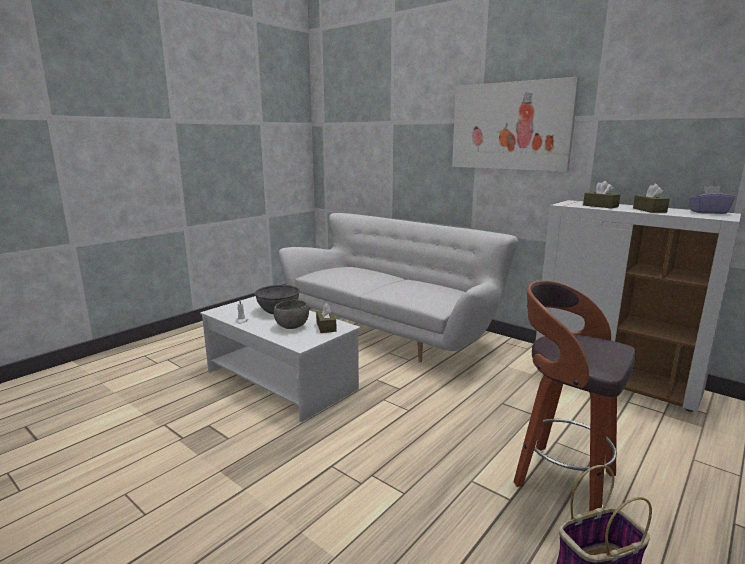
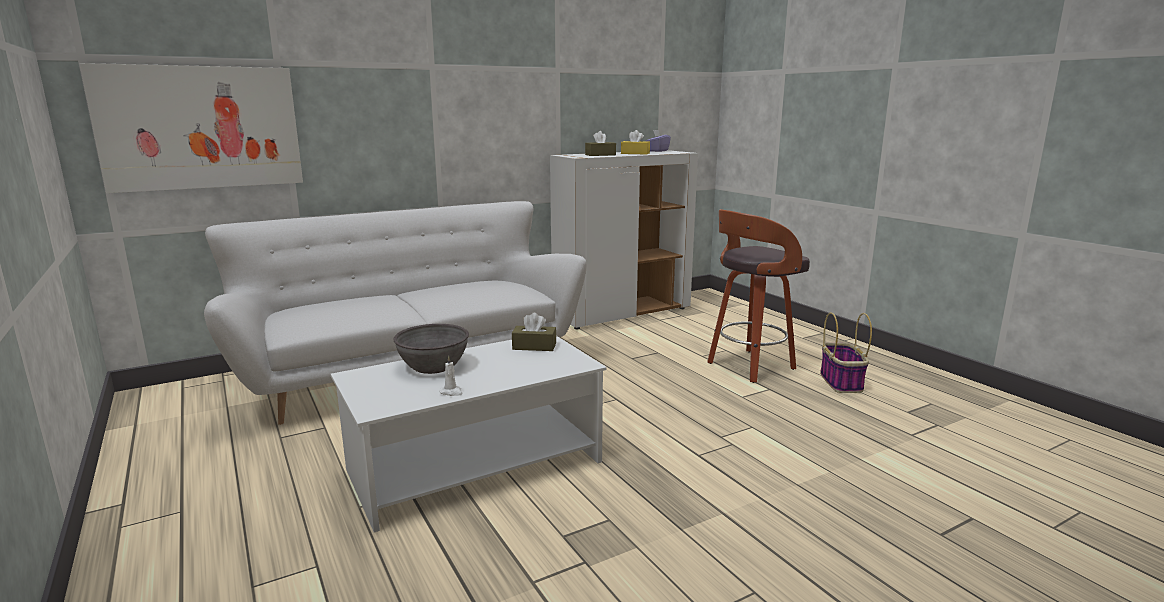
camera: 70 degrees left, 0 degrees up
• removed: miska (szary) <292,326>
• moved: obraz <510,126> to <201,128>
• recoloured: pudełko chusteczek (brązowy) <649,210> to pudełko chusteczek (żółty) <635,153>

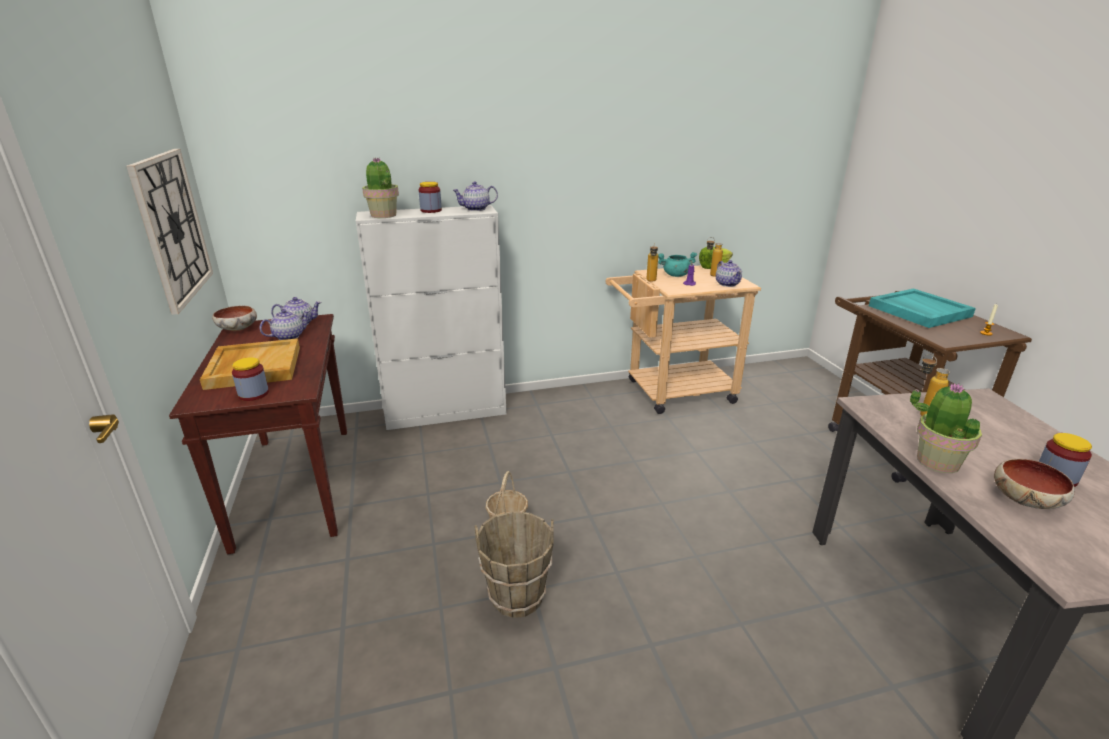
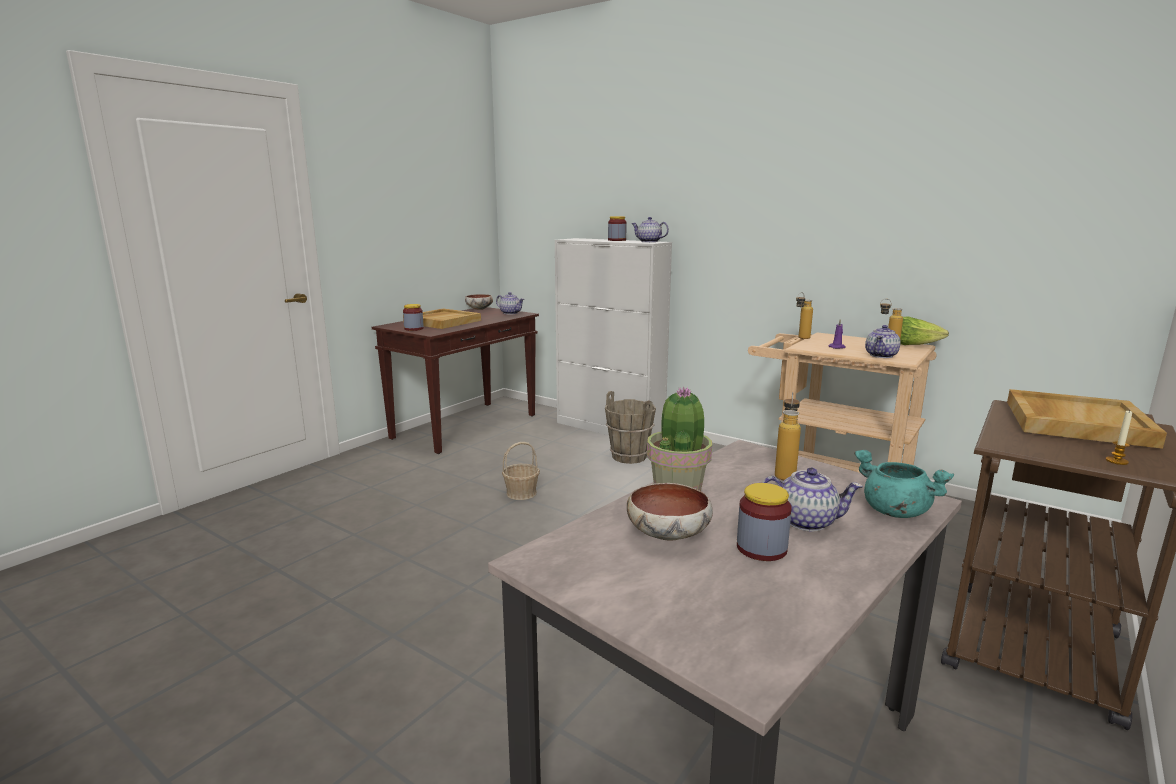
camera: 50 degrees right, 10 degrees down
• removed: zegar ścienny <172,227>
• moved: imbryk <289,336> to <806,521>
• removed: roślina doniczkowa <383,215>
• moved: wiadro (brązowy) <517,596> to <629,456>
• moved: garnek (turkusowy) <675,275> to <893,511>
• recoloured: taca (turkusowy) <918,311> to taca (beżowy) <1075,422>

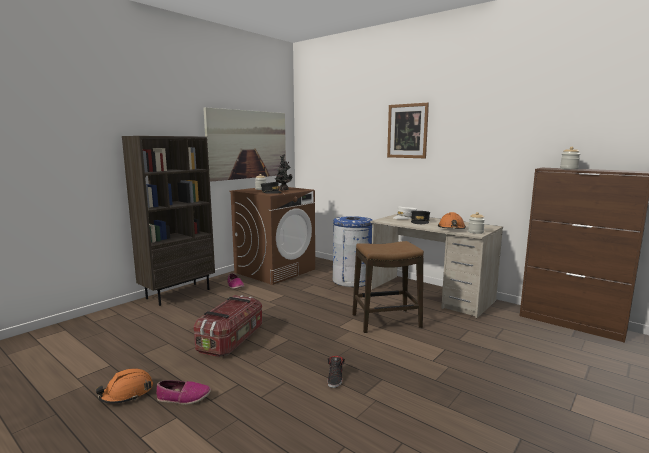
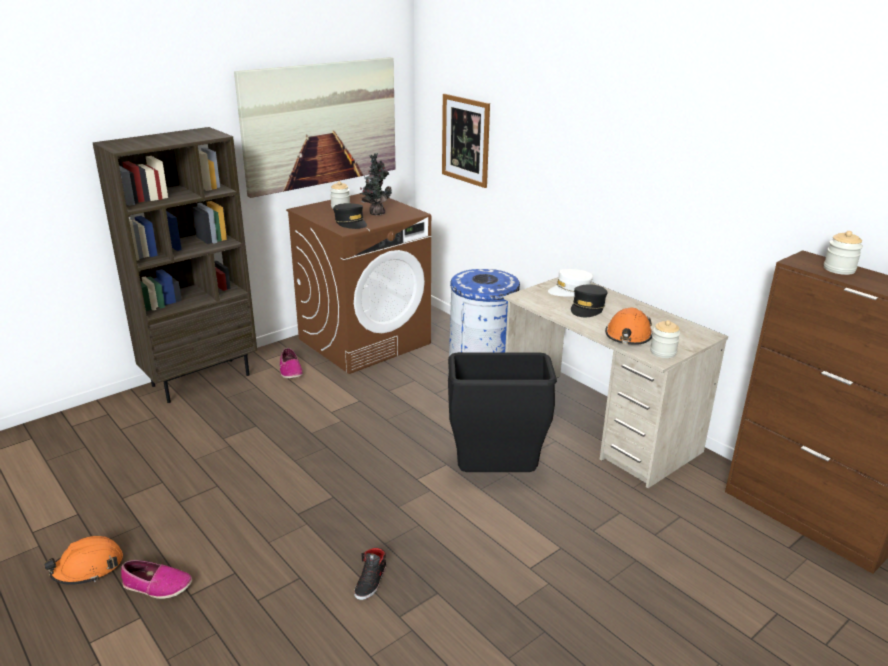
camera: 10 degrees right, 15 degrees up
• removed: pojemnik do przechowywania <232,340>
• replaced: stołek <386,321> to kosz na śmieci (czarny) <495,477>
• moved: obraz <407,131> to <465,140>

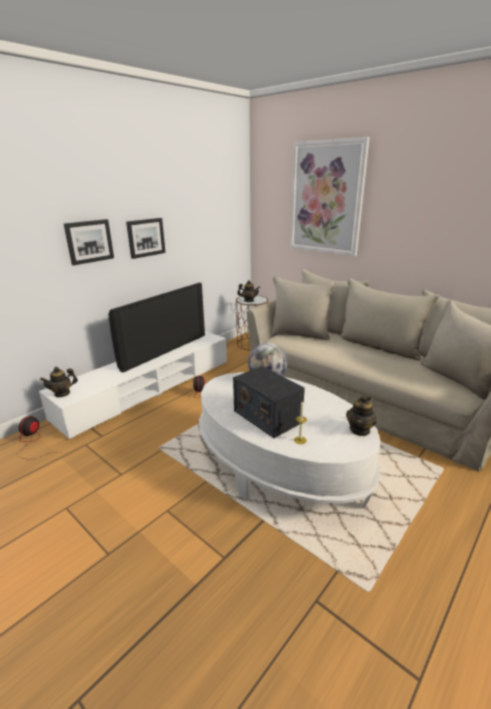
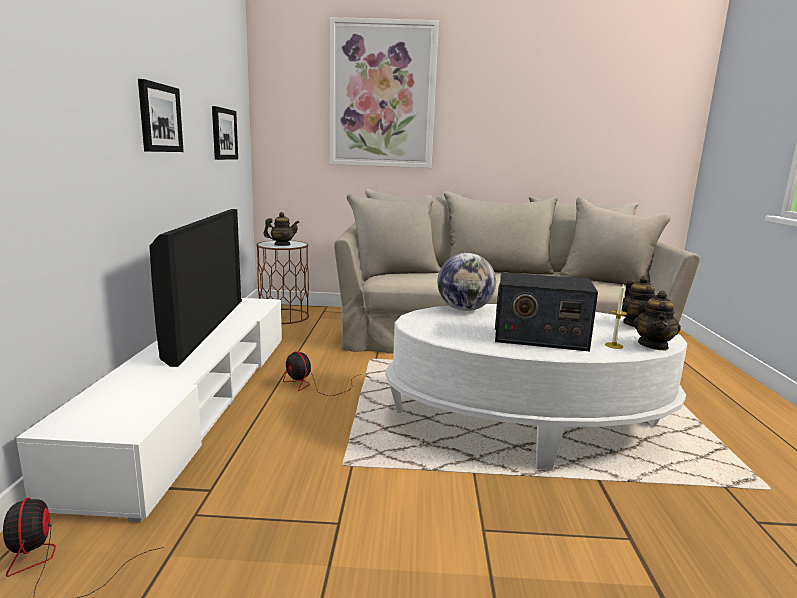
camera: 40 degrees left, 10 degrees down
• moved: imbryk <62,393> to <653,345>
• moved: obraz <89,241> to <223,134>

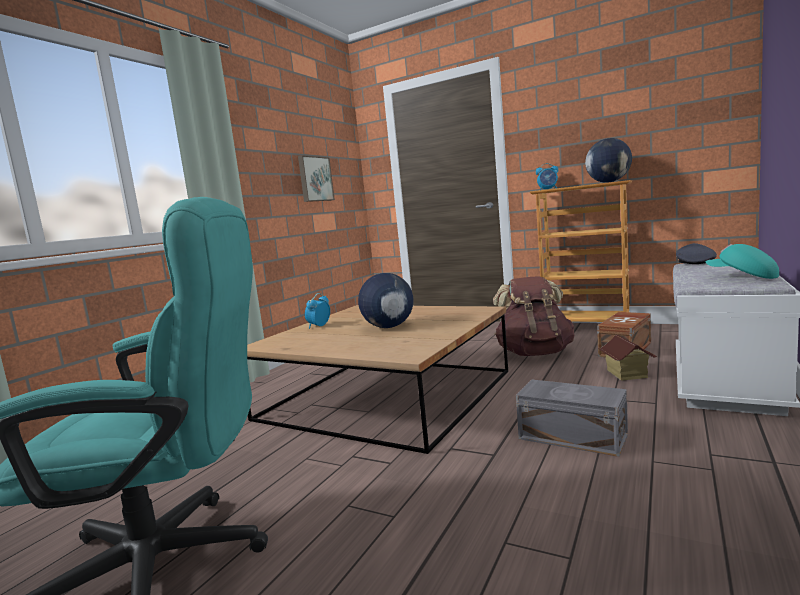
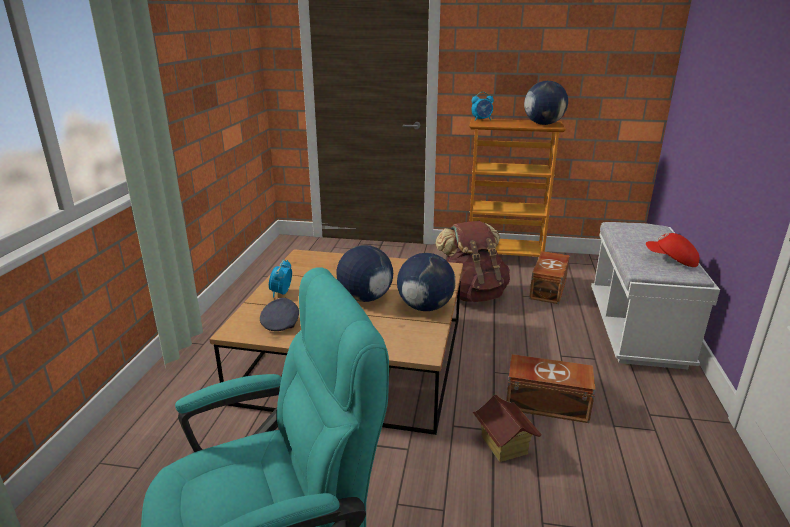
camera: 20 degrees left, 15 degrees up
• removed: obraz <314,179>
• recoloured: pojemnik do przechowywania (szary) <571,436> to pojemnik do przechowywania (brązowy) <545,402>
• moved: domek <626,374> to <503,445>
• moved: czapka z daszkiem (szary) <695,263> to <280,323>
• recoloured: czapka z daszkiem (turkusowy) <742,277> to czapka z daszkiem (czerwony) <671,260>
• added: globus <425,307>

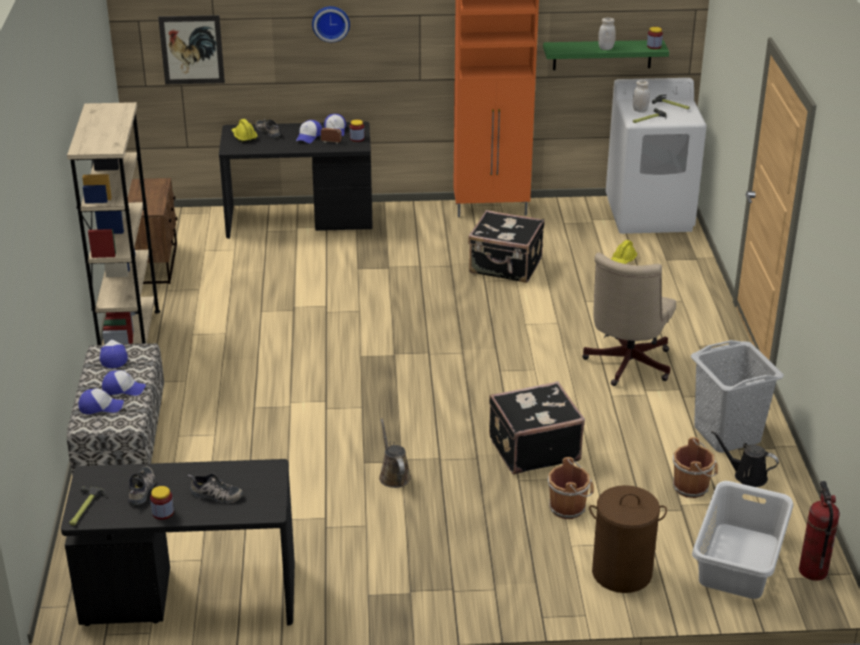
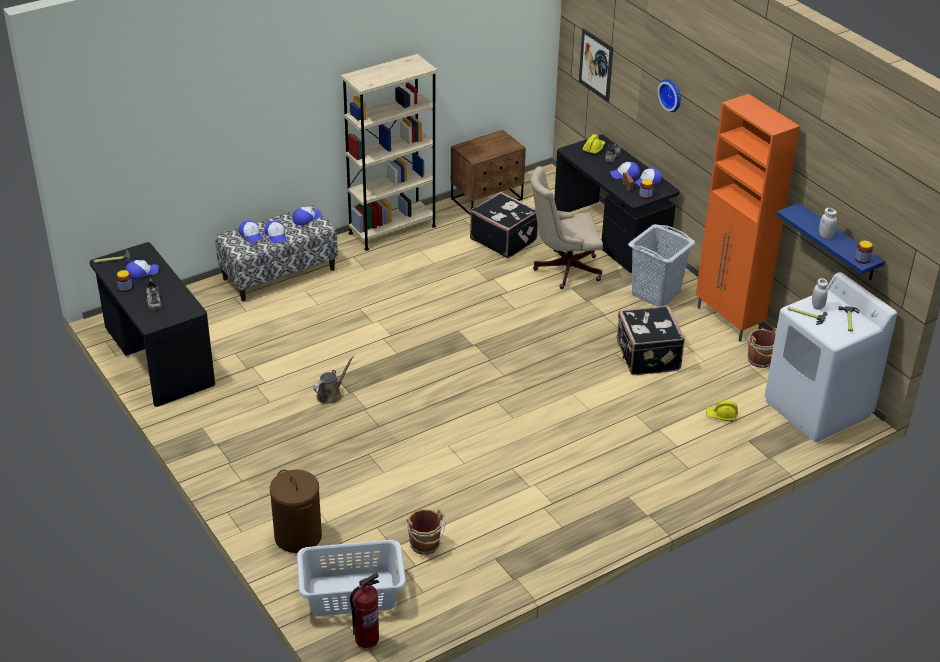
camera: 60 degrees right, 5 degrees up
• replaced: but <142,490> to czapka z daszkiem <141,272>
• moved: walizka (czarny) <533,448> to <504,239>
• recoloured: półka (zielony) <602,55> to półka (niebieski) <838,243>
• moved: wiadro (brązowy) <569,507> to <761,360>
• moved: krzesło biurowe (beżowy) <625,366> to <563,269>
• moved: kosz na pranie (szary) <727,434> to <656,293>
• removed: konewka (czarny) <747,476>

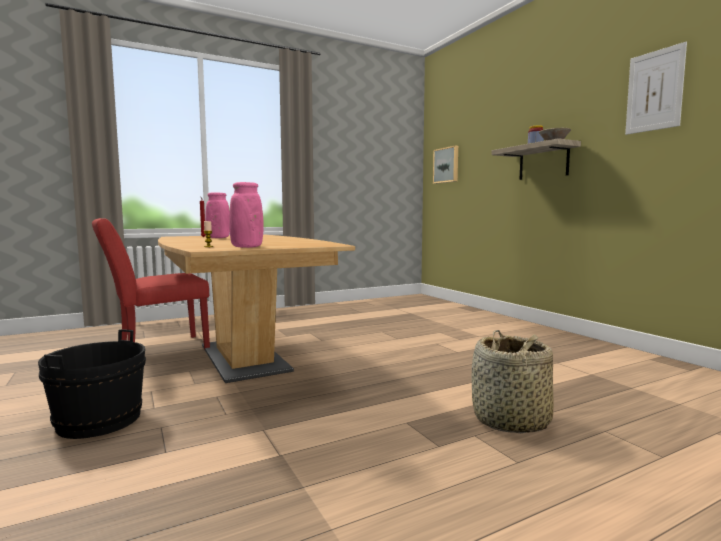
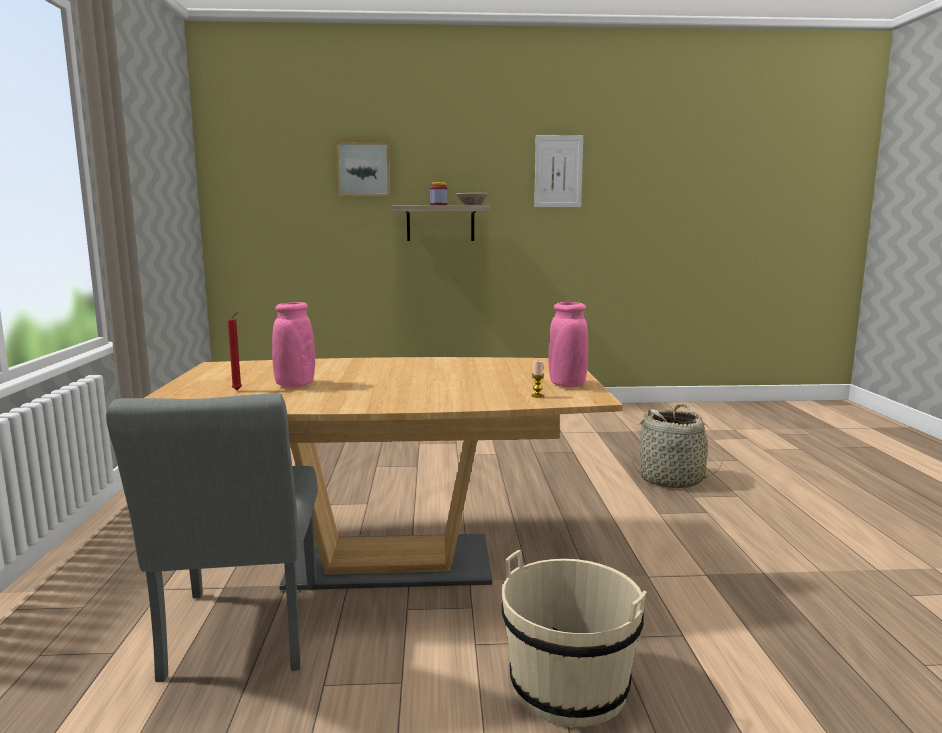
camera: 65 degrees left, 5 degrees up
• recoloured: wiadro (czarny) <98,420> to wiadro (beżowy) <568,687>
• recoloured: krzesło (czerwony) <155,350> to krzesło (szary) <240,638>
• moved: obraz <446,165> to <363,169>

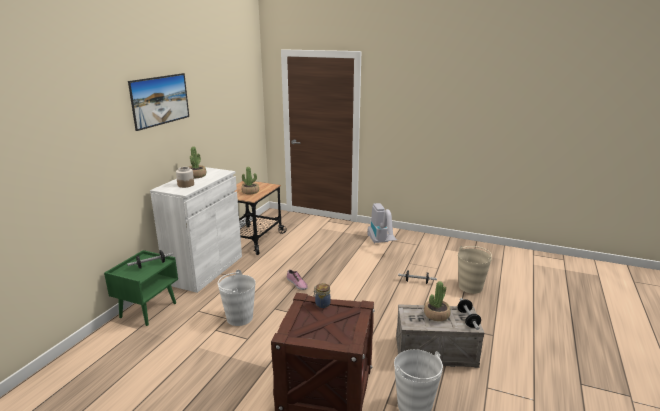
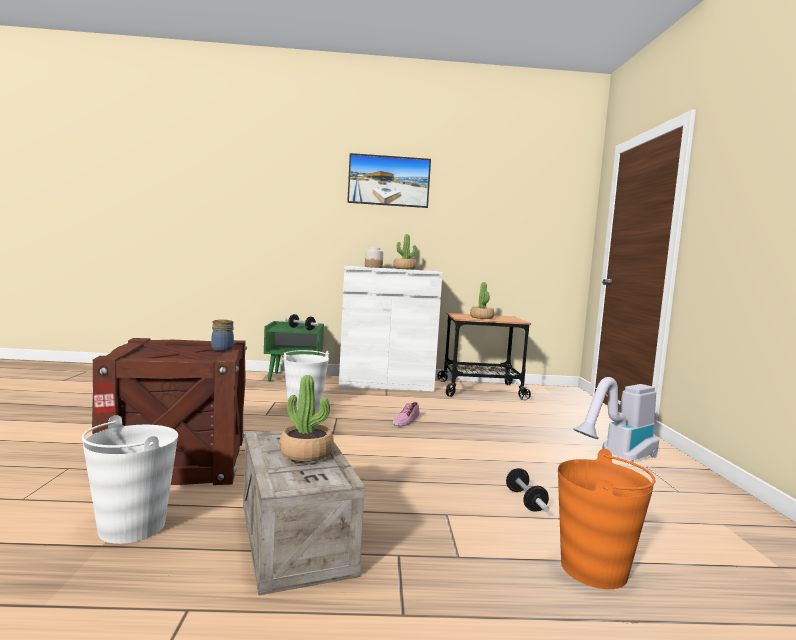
camera: 65 degrees right, 15 degrees down
• recoloured: wiadro (beżowy) <470,287> to wiadro (pomarańczowy) <594,569>
• removed: hantel <468,319>

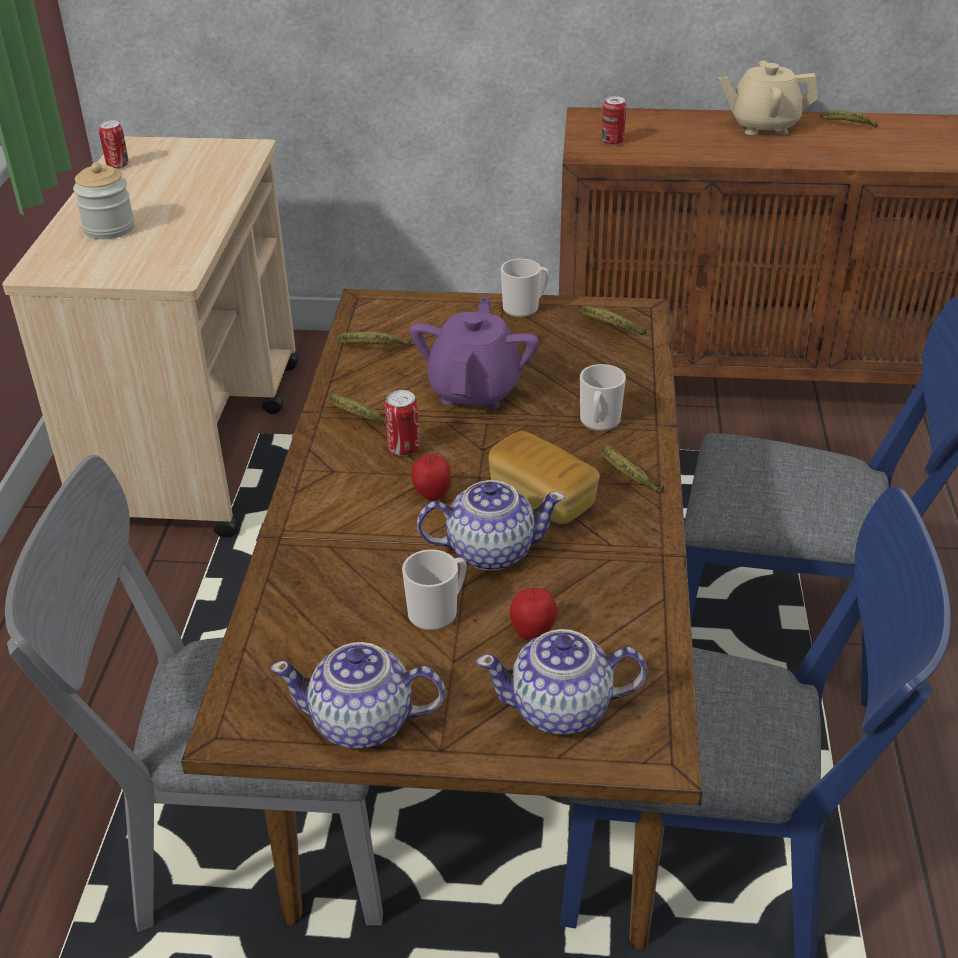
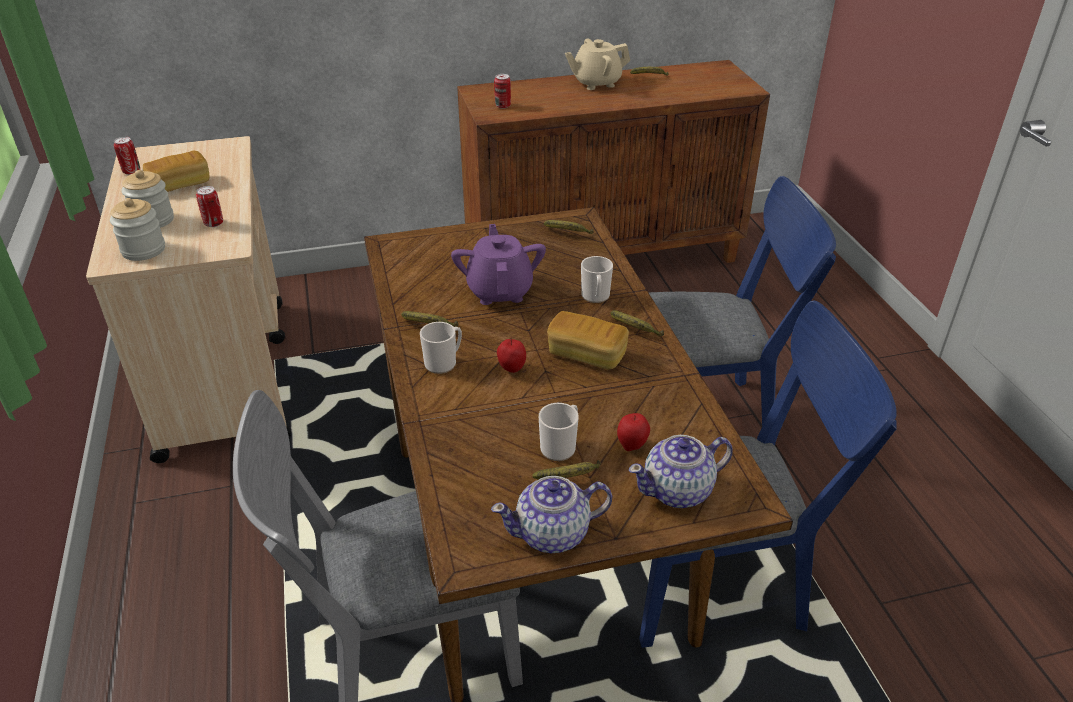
camera: 20 degrees left, 0 degrees up
• moved: banan <374,349> to <569,478>
• moved: puszka <403,448> to <214,223>
• removed: imbryk <489,550>
• moved: kubek <524,308> to <443,362>
• added: słoik <143,250>
• added: chleb <180,185>

